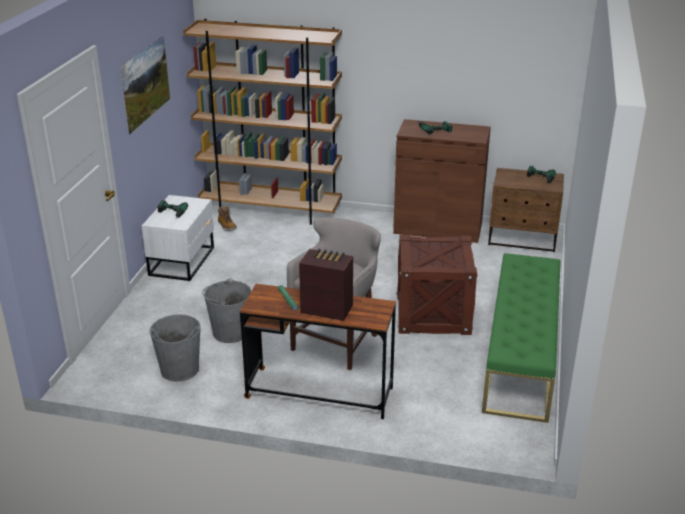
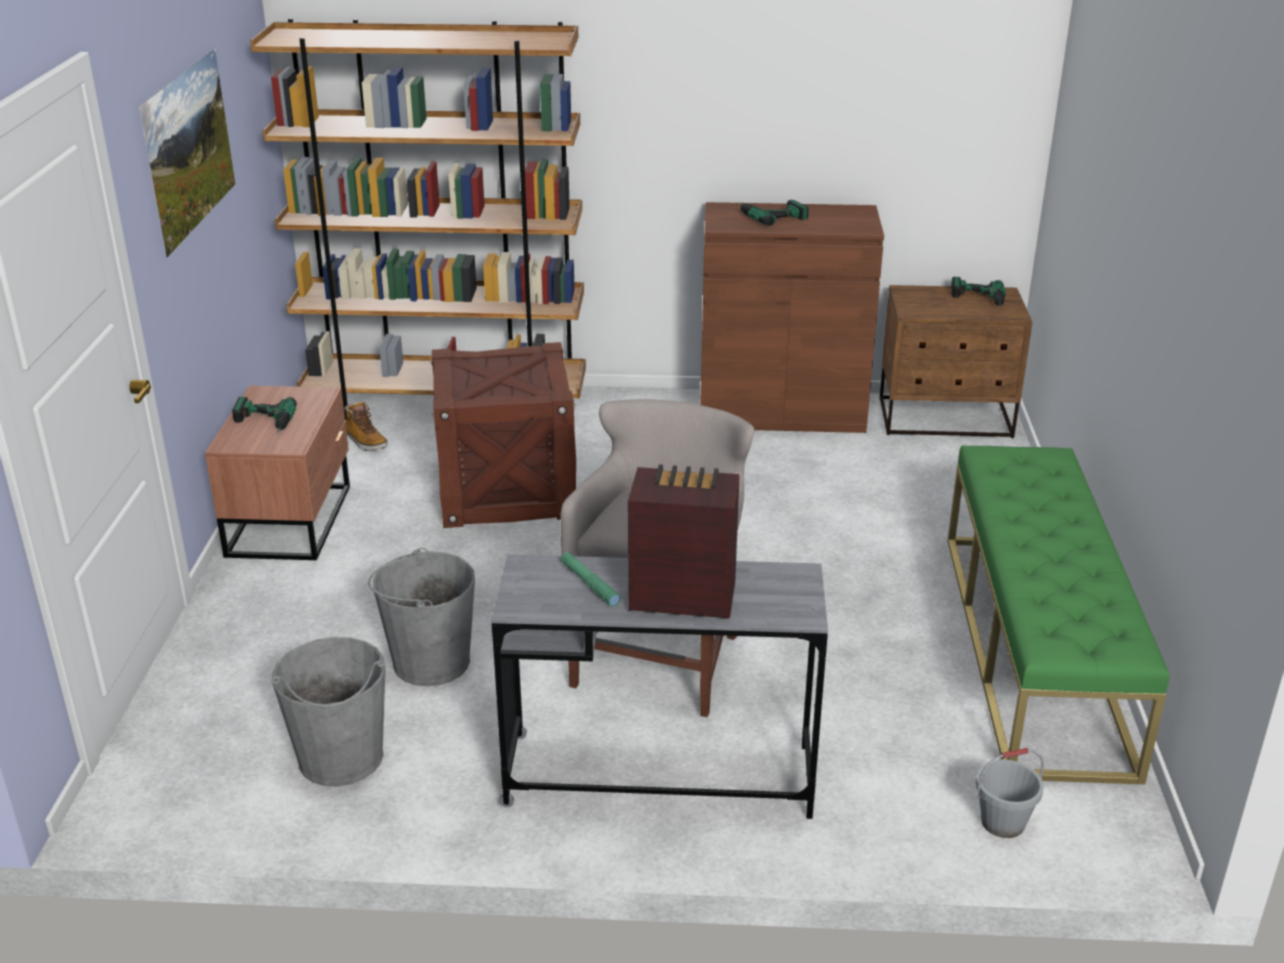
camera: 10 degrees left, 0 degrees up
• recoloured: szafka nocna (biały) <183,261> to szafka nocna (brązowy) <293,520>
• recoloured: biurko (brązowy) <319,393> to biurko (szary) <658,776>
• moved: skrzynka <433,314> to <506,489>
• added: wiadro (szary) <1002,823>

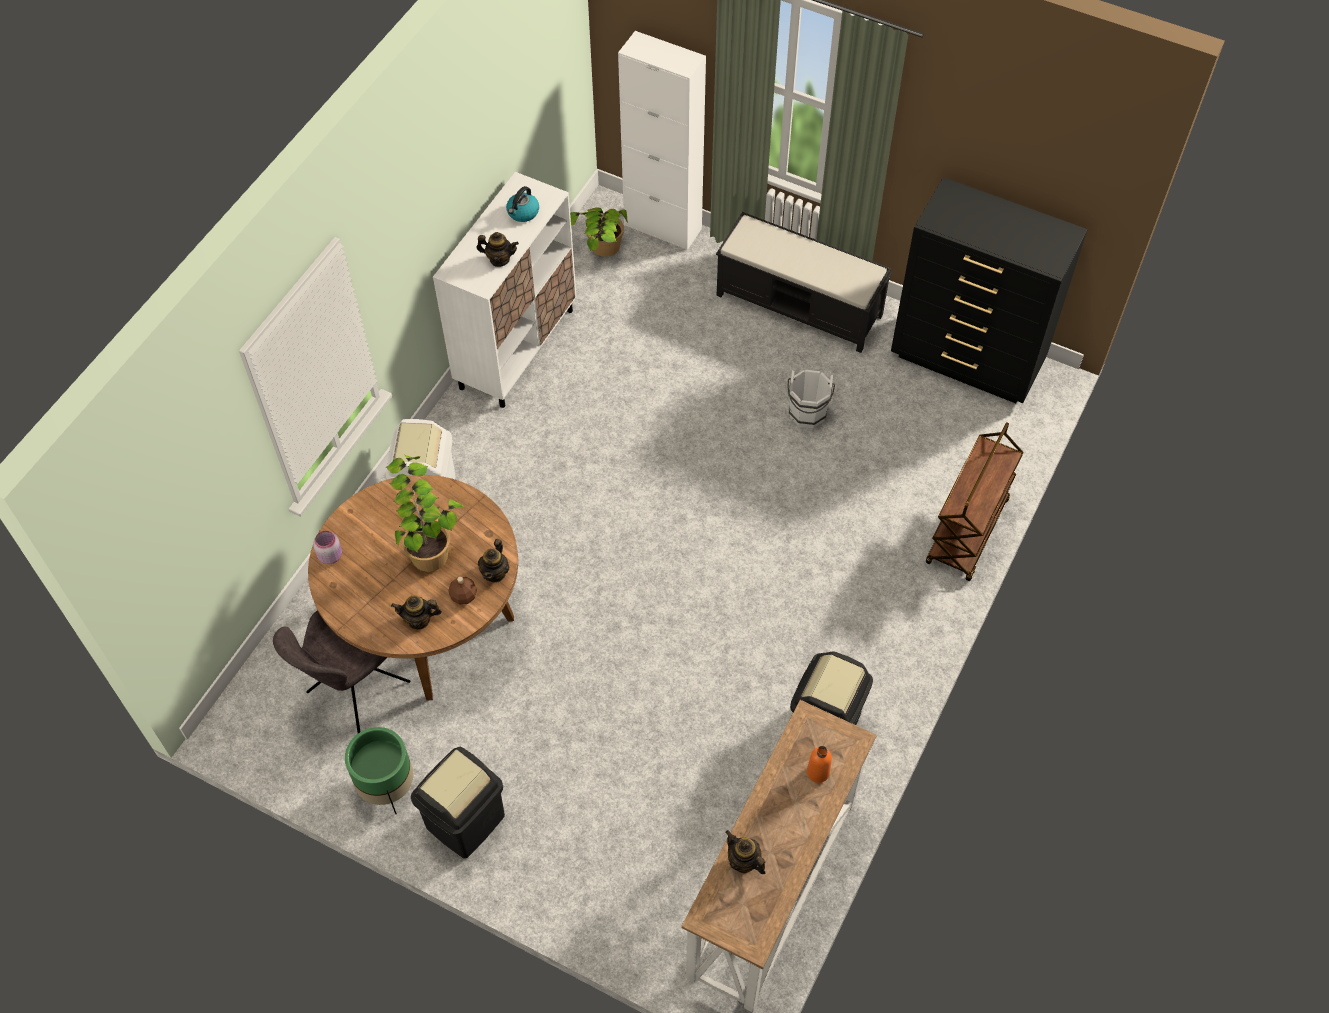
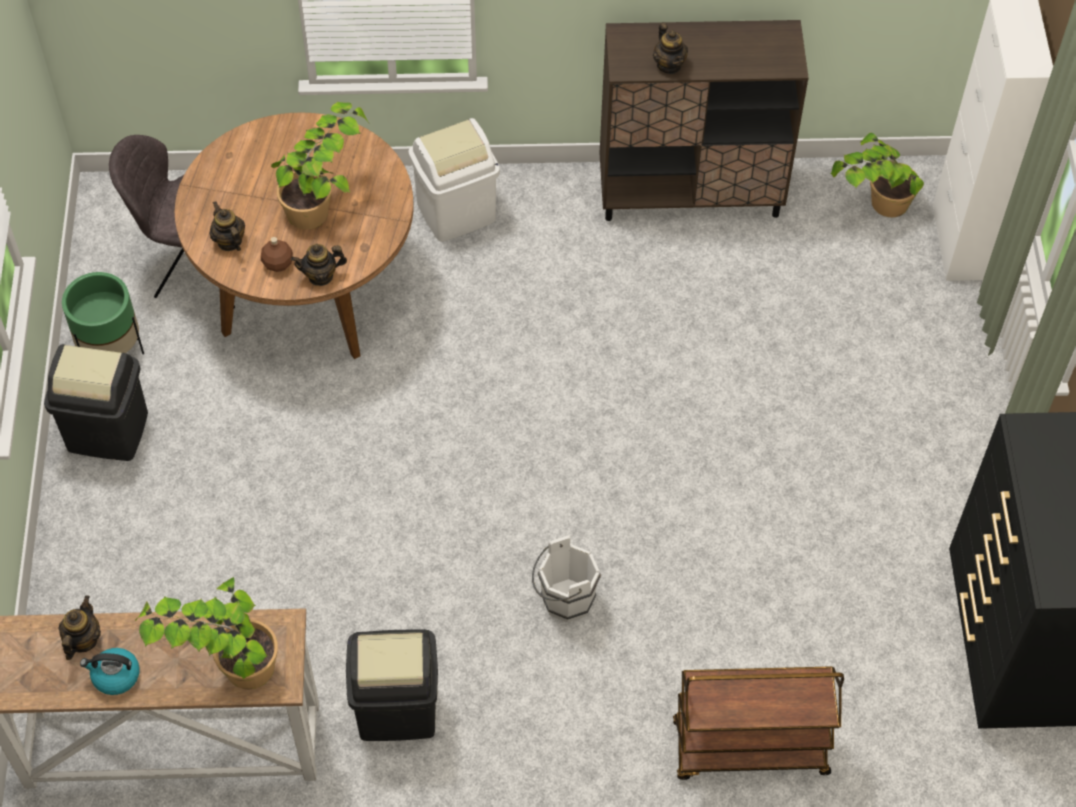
camera: 60 degrees right, 0 degrees up
• removed: słoik (różowy) <330,555>
• recoloured: szafka (biały) <517,348> to szafka (brązowy) <691,194>
• moved: czajnik <523,213> to <115,676>
• removed: ławka (czarny) <800,305>
• moved: wiadro (biały) <807,416> to <563,601>
• replaced: butelka (pomarańczowy) <818,772> to roślina doniczkowa <224,664>

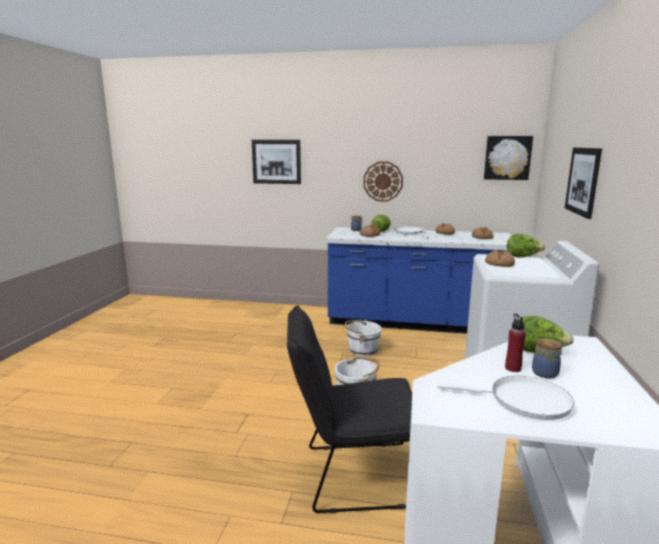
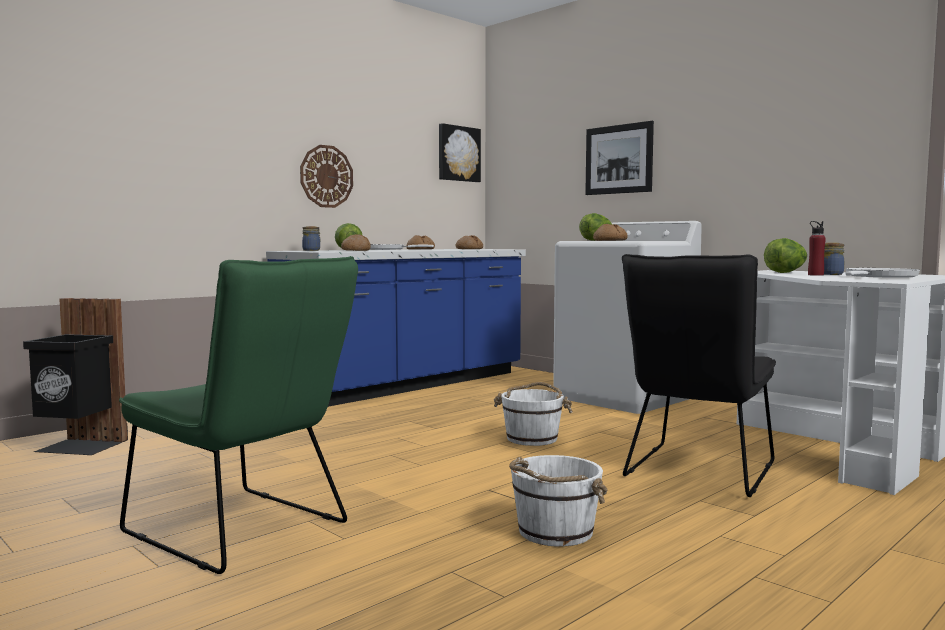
camera: 55 degrees left, 10 degrees down
• removed: obraz <276,161>
• moved: wiadro (biały) <362,350> to <554,532>
• added: kosz na śmieci (czarny) <79,447>
• added: krzesło (zielony) <244,531>

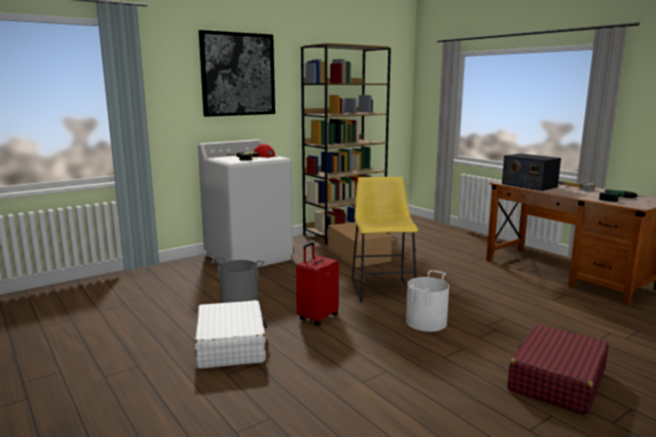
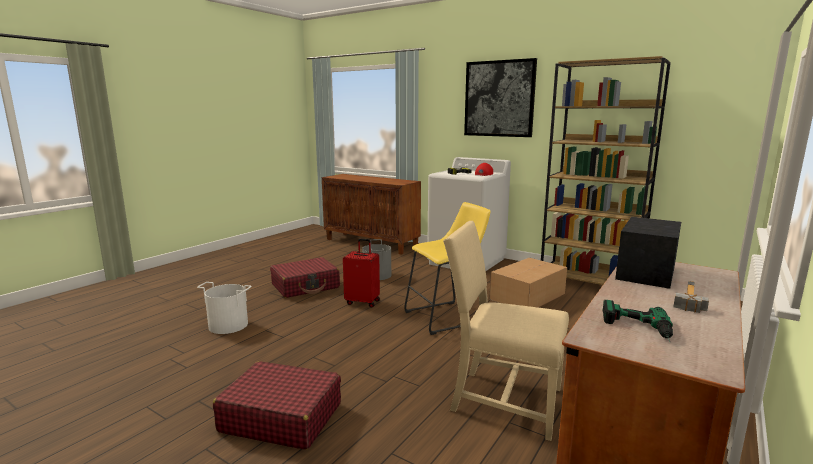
camera: 70 degrees right, 0 degrees up
• recoloured: walizka (biały) <231,345> to walizka (czerwony) <306,286>
• moved: wiadro (biały) <425,322> to <228,325>
• added: szafka (brązowy) <372,243>
• added: krzesło (beżowy) <502,400>

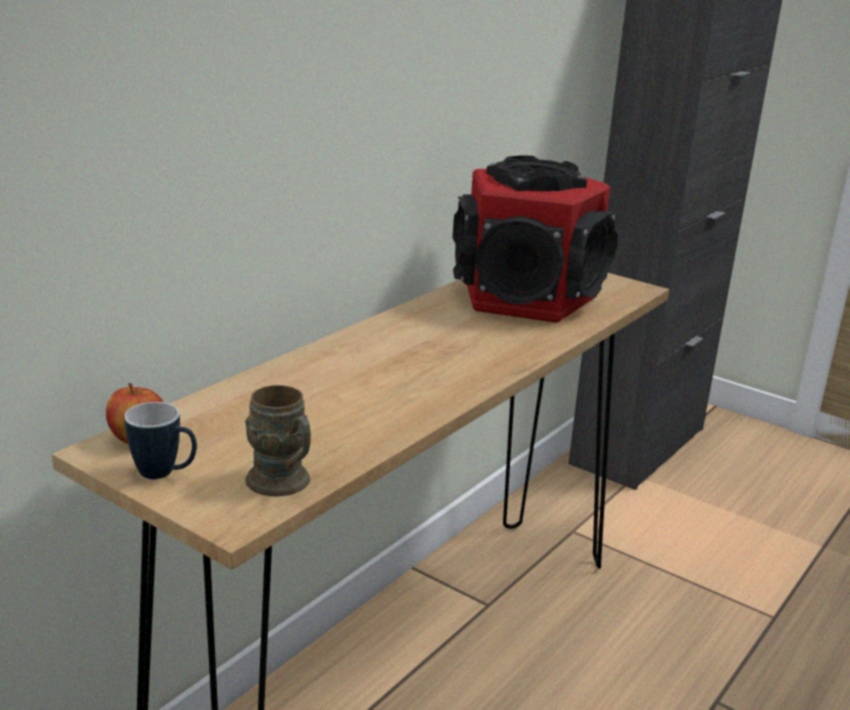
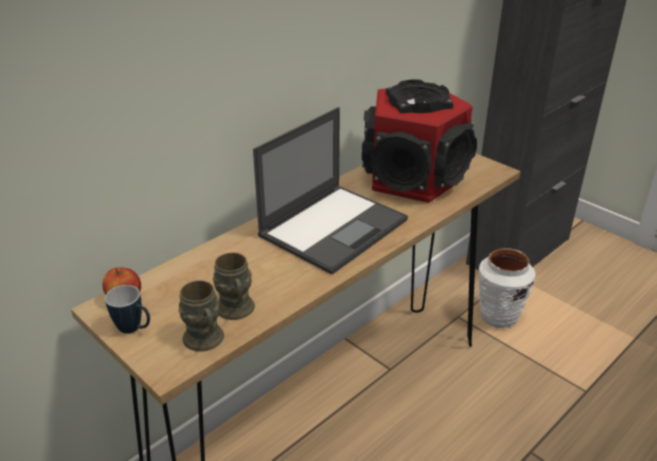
camera: 10 degrees right, 10 degrees up
• added: kubek (brązowy) <237,311>
• added: laptop <334,227>
• added: wazon (biały) <498,316>

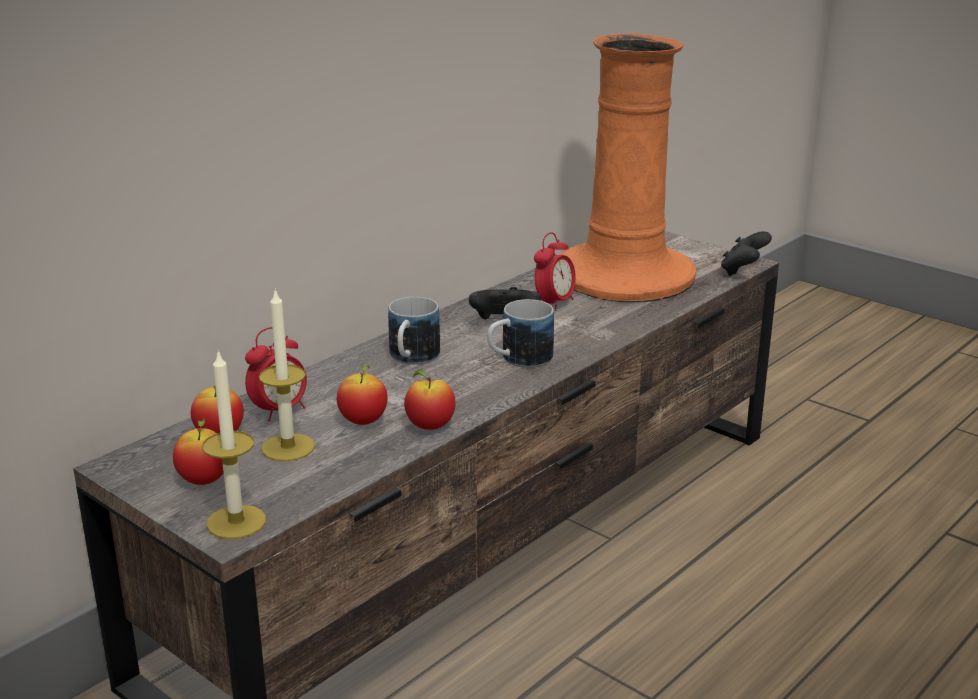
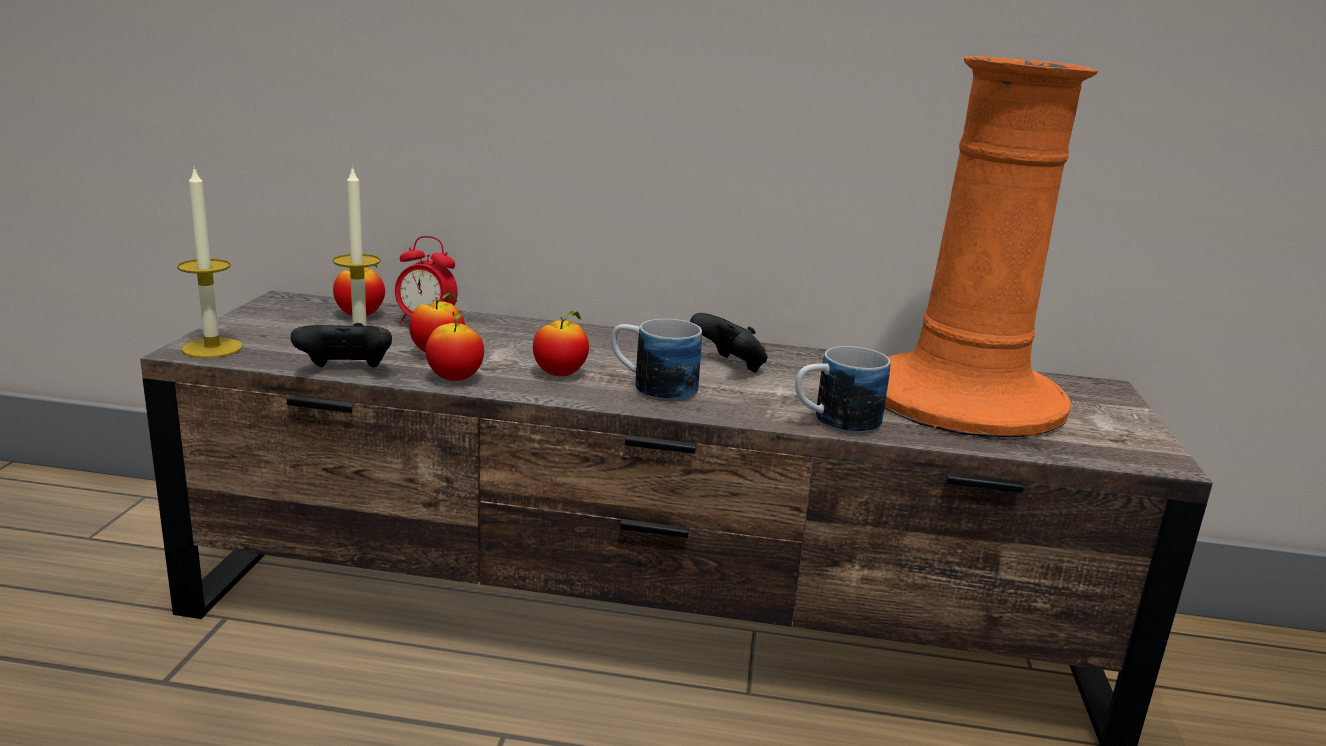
camera: 55 degrees right, 5 degrees down
• moved: jabłko <204,480> to <560,374>
• moved: kubek <411,359> to <834,422>
• removed: budzik <554,304>
• moved: pad do gier (czarny) <743,271> to <345,372>

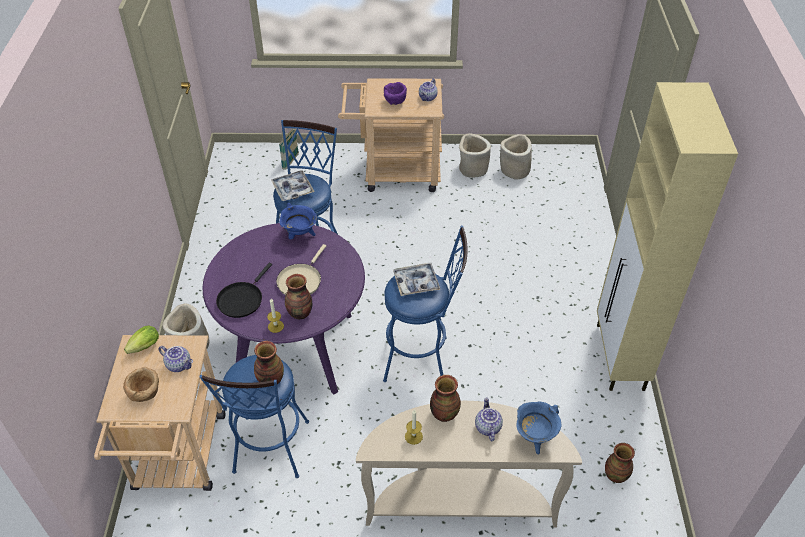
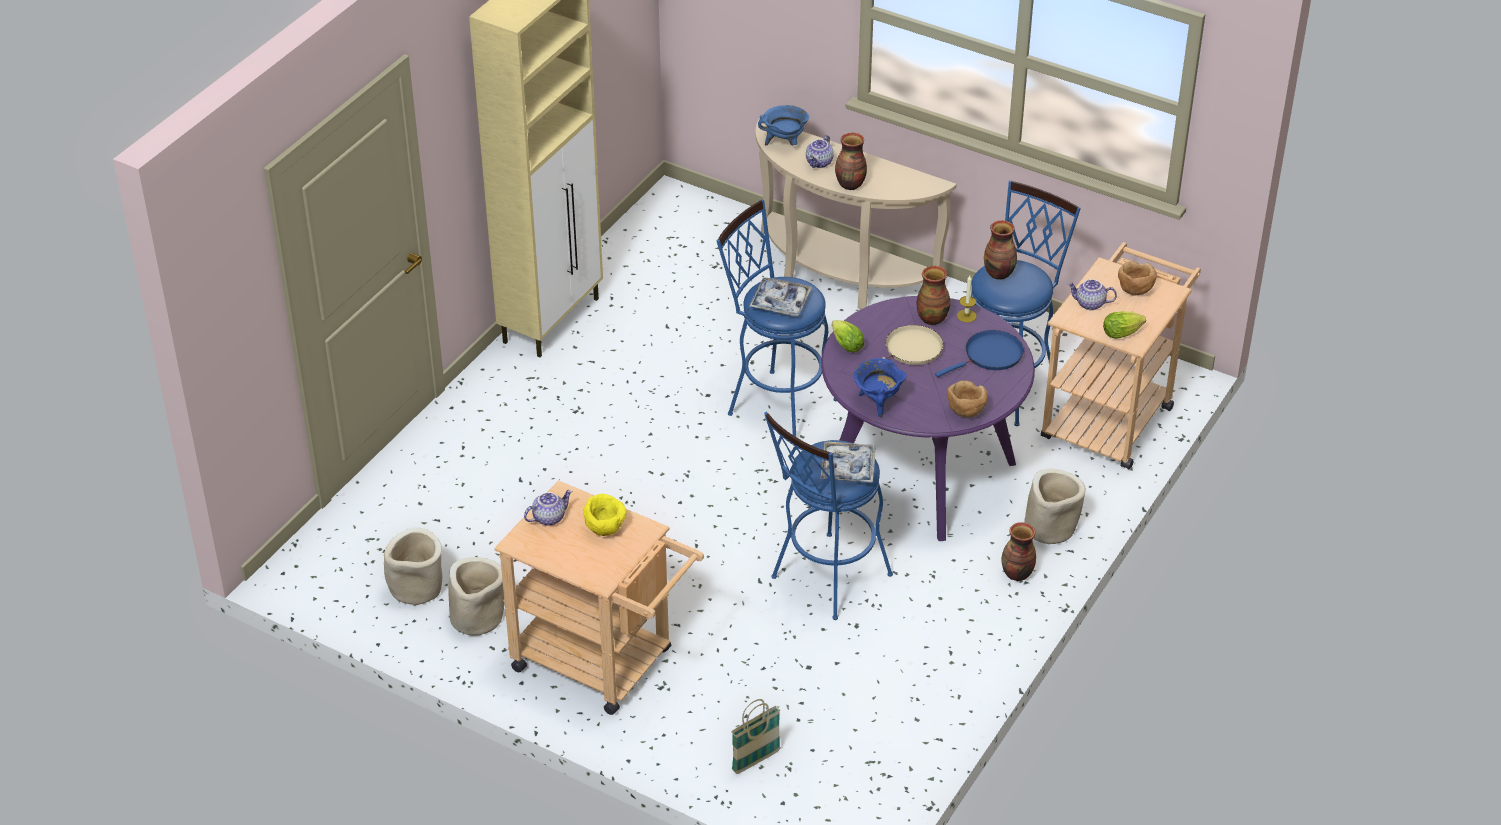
camera: 150 degrees left, 5 degrees down
• turned: imbryk <179,364> = <1089,304> 45 degrees counterclockwise
• recoloured: patelnia (czarny) <241,299> to patelnia (niebieski) <990,356>
• recoloured: miska (fioletowy) <395,102> to miska (żółty) <605,529>
• removed: świeca <413,436>
• moved: wazon <615,475> to <1016,574>
• added: sałata <845,344>
• added: miska (brązowy) <965,412>

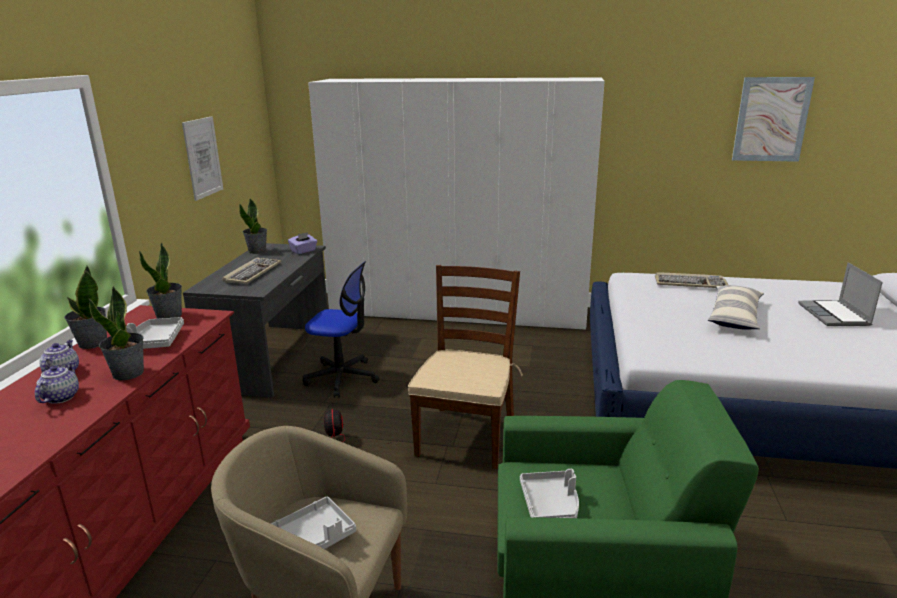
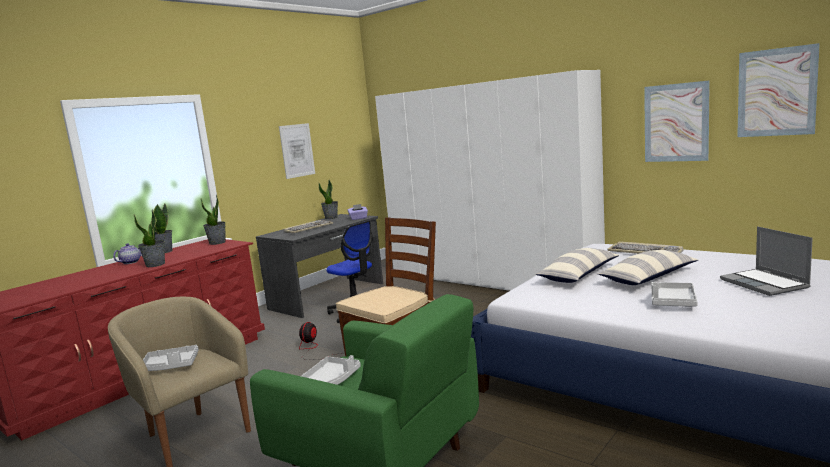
camera: 30 degrees right, 10 degrees down
• removed: imbryk <61,397>
• moved: taca (szary) <156,341> to <673,302>
• turned: laptop <835,315> = <765,284> 45 degrees counterclockwise
• added: poduszka <578,275>
• added: obraz <676,122>

